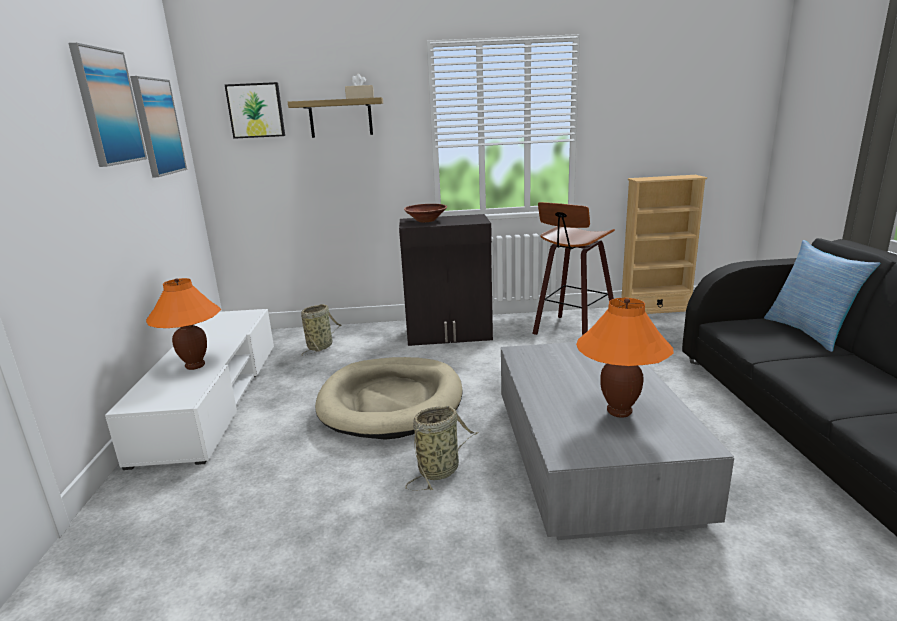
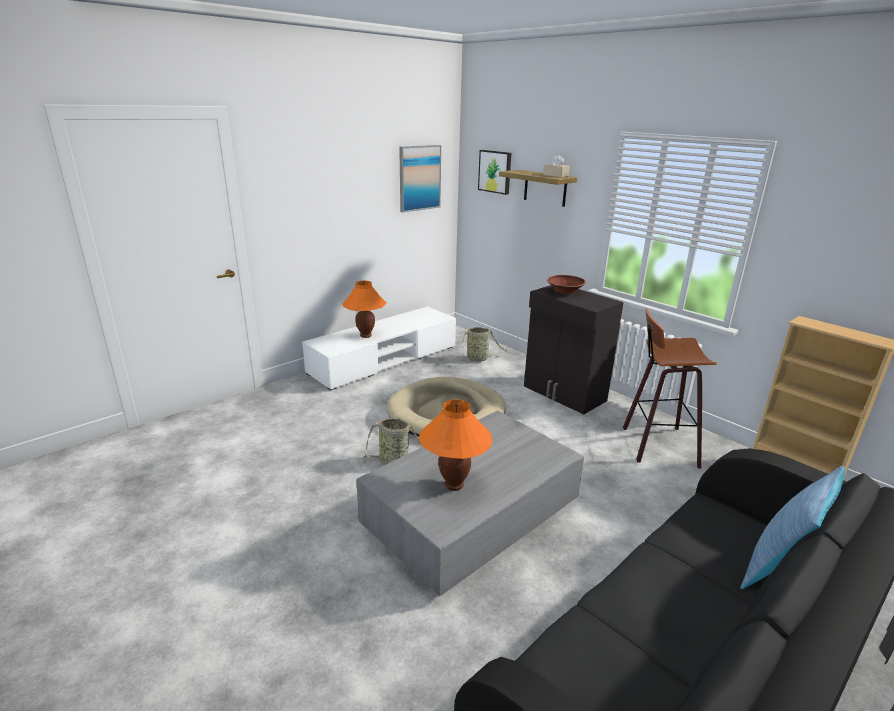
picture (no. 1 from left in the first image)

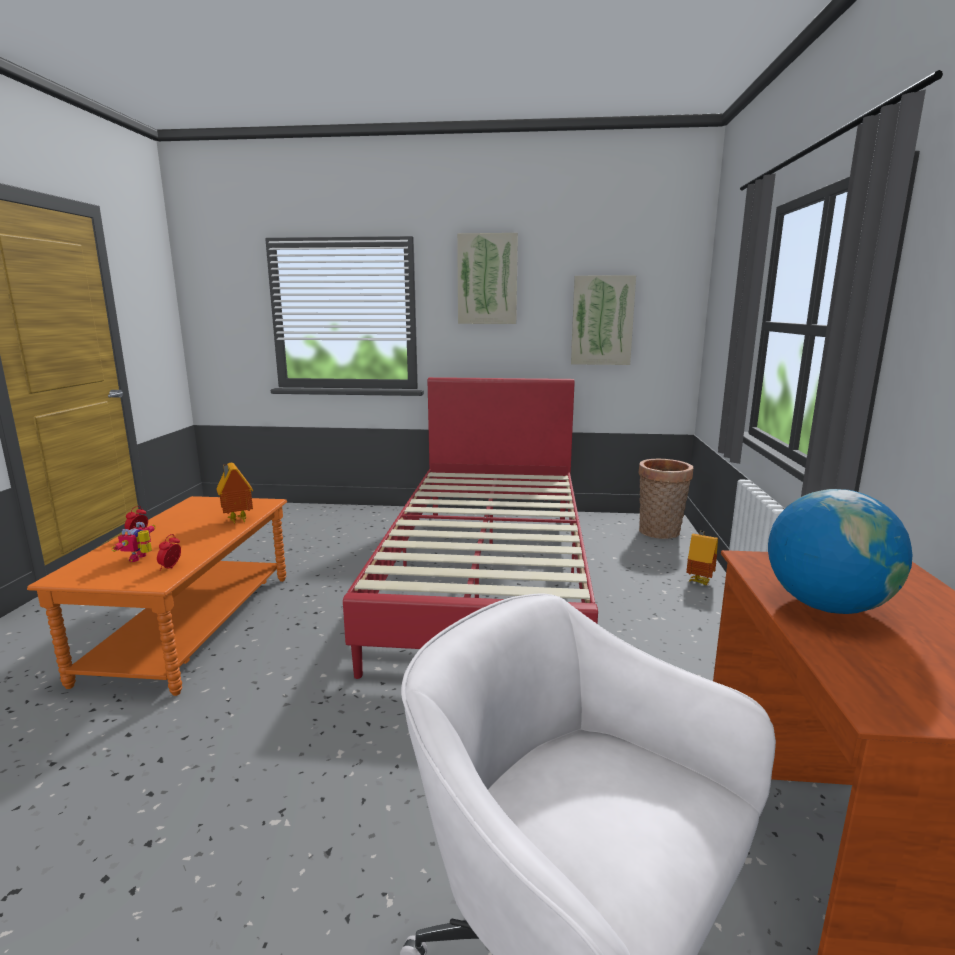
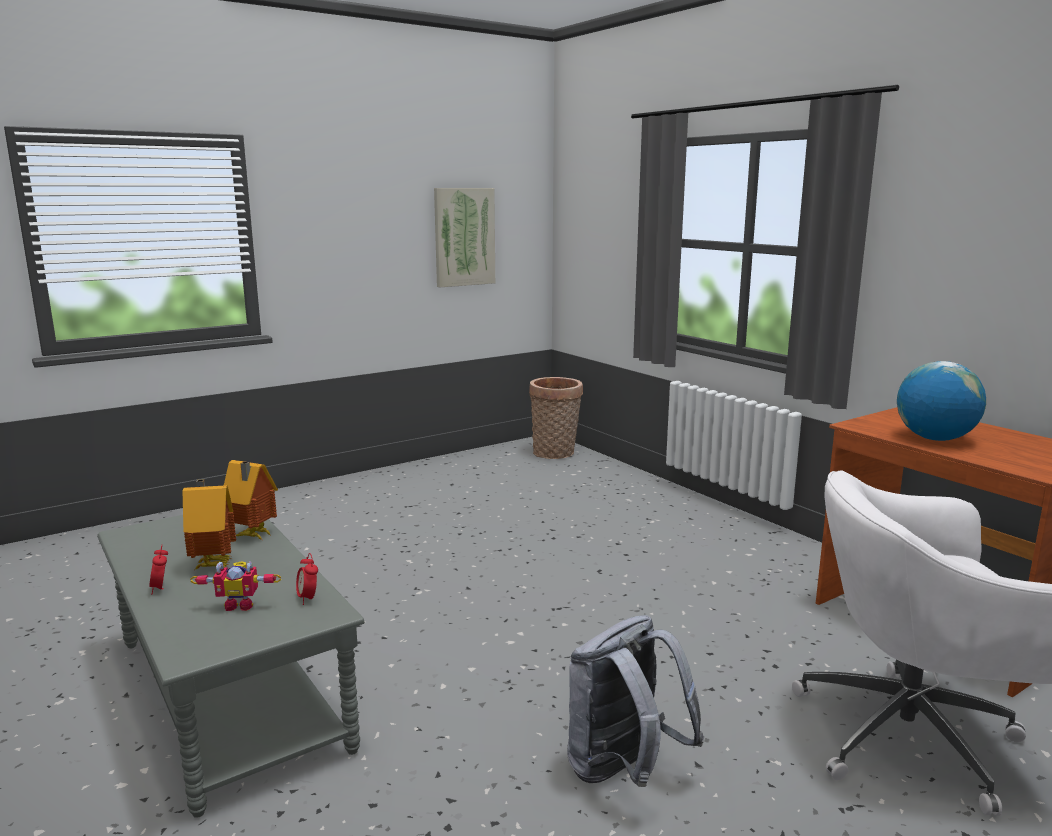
picture (no. 1 from left in the first image)
red bed
grey coffee table
toy robot
toy house (no. 1 from left)
grey backpack

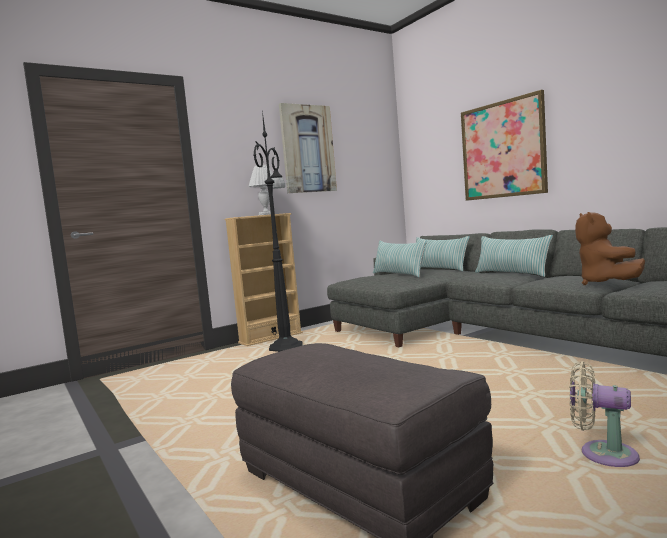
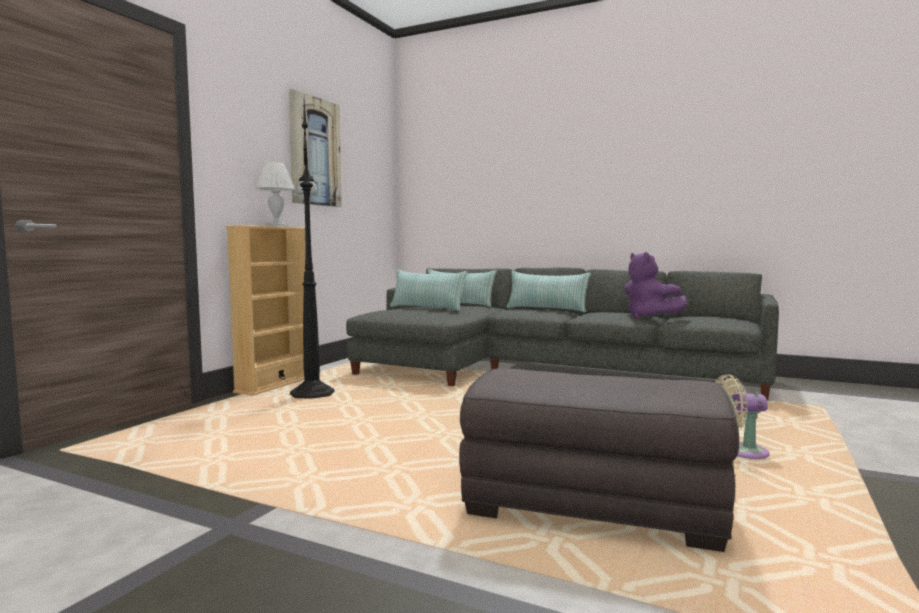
picture (no. 2 from left in the first image)
purple plush toy

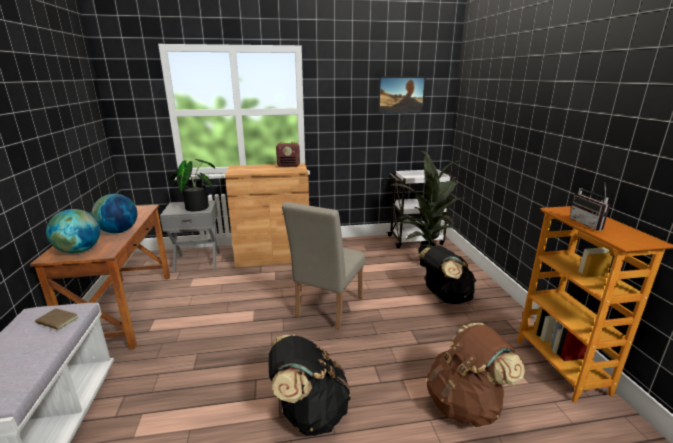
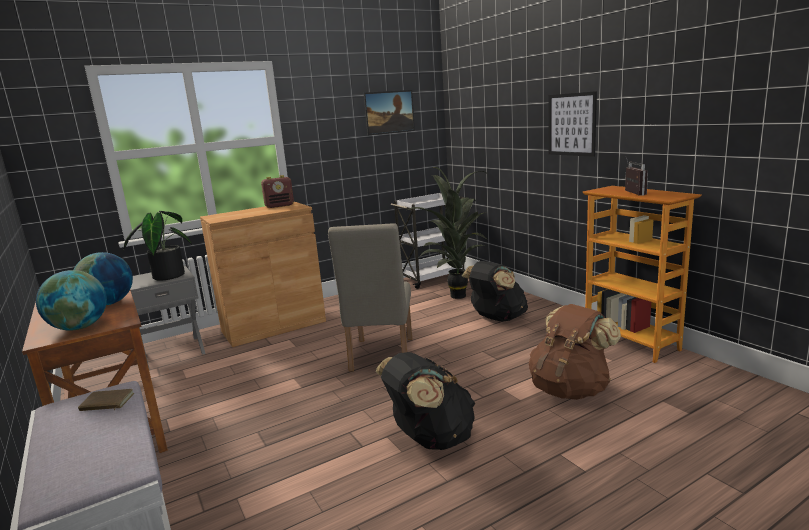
radio (no. 2 from left)
picture (no. 2 from left)

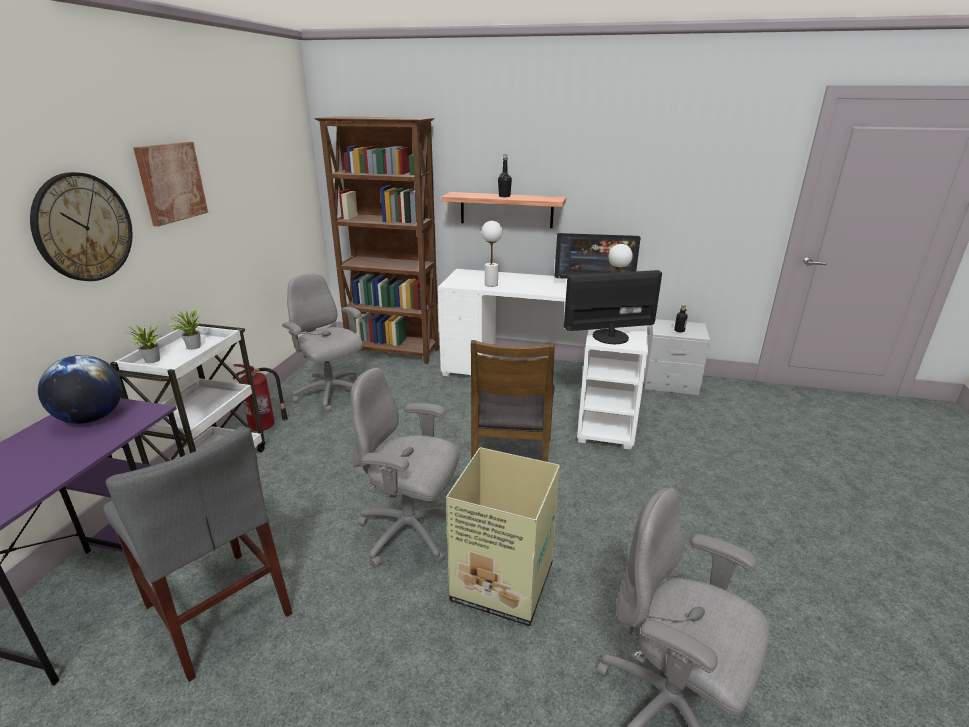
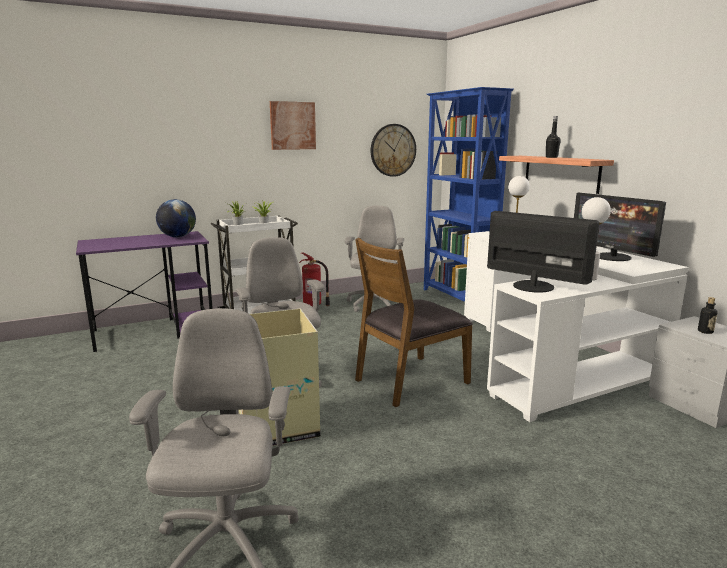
blue bookcase
wall clock
grey chair

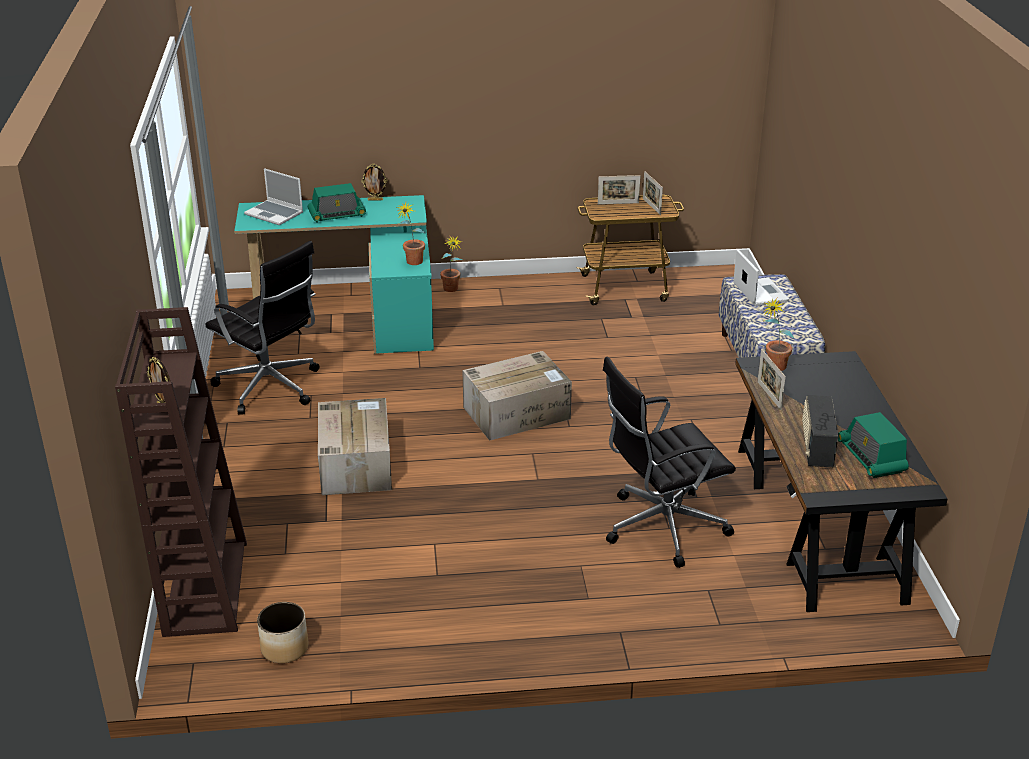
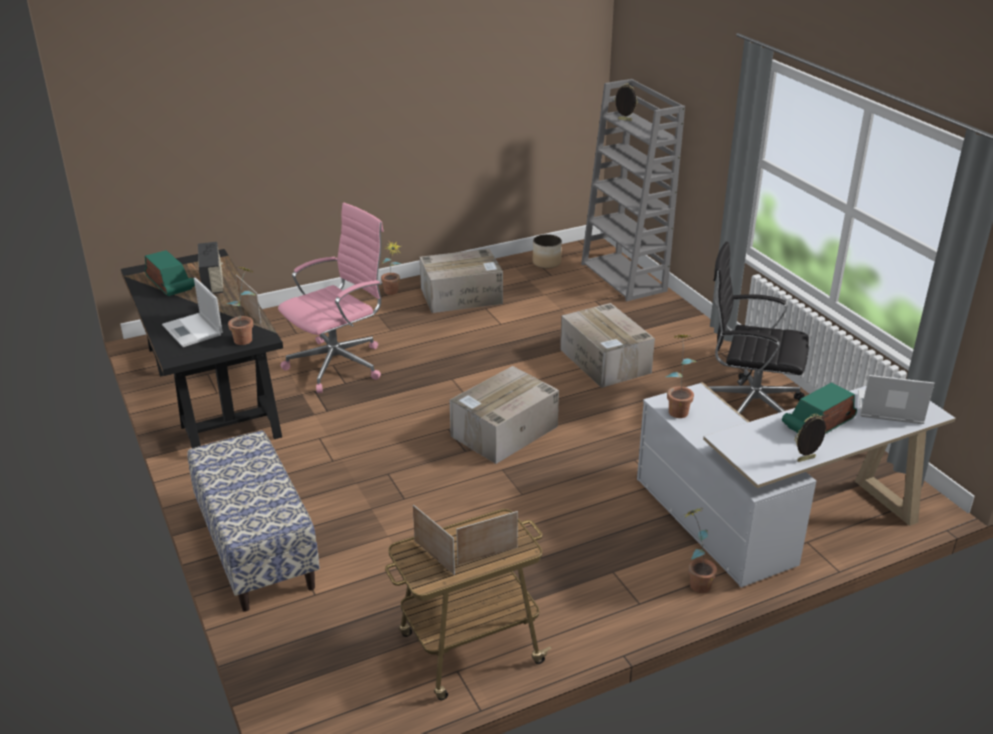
white desk
laptop (no. 1 from left)
grey bookcase
pink office chair
potted plant (no. 2 from left)
cardboard box (no. 1 from left)

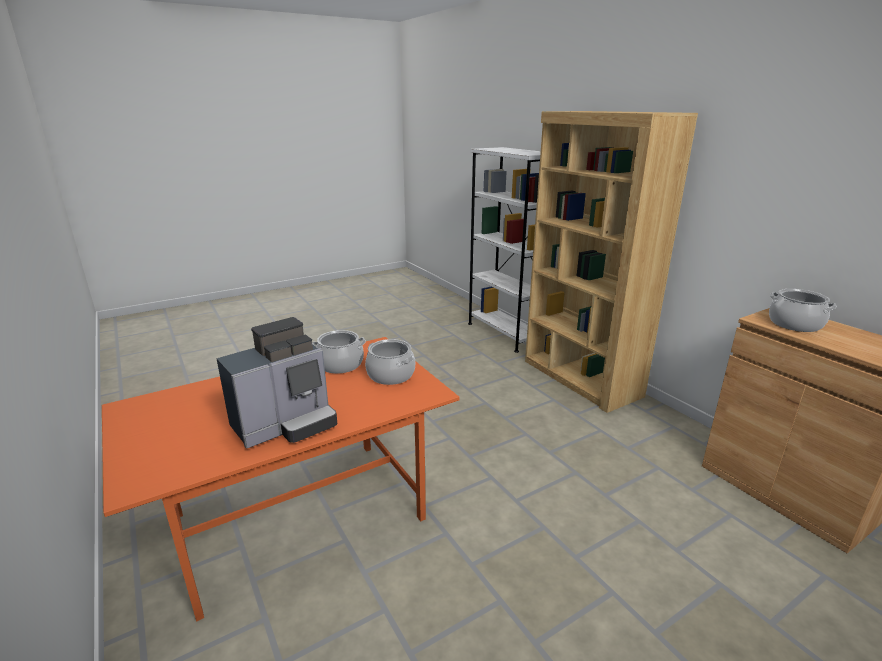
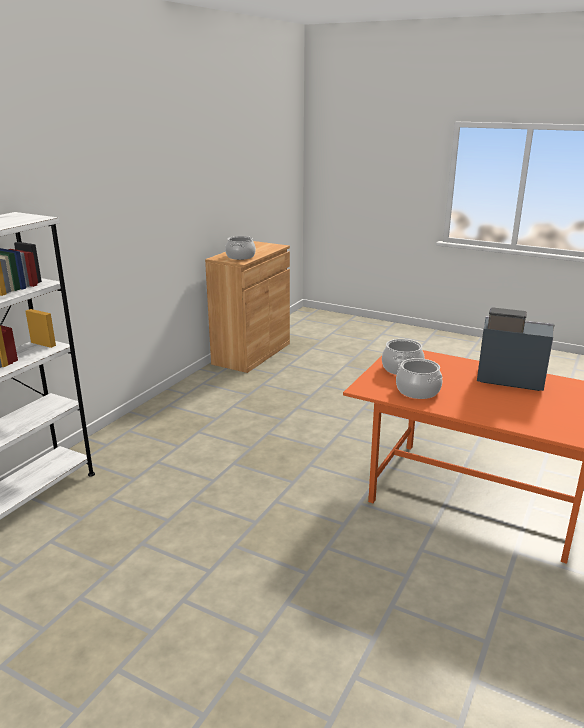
brown bookcase

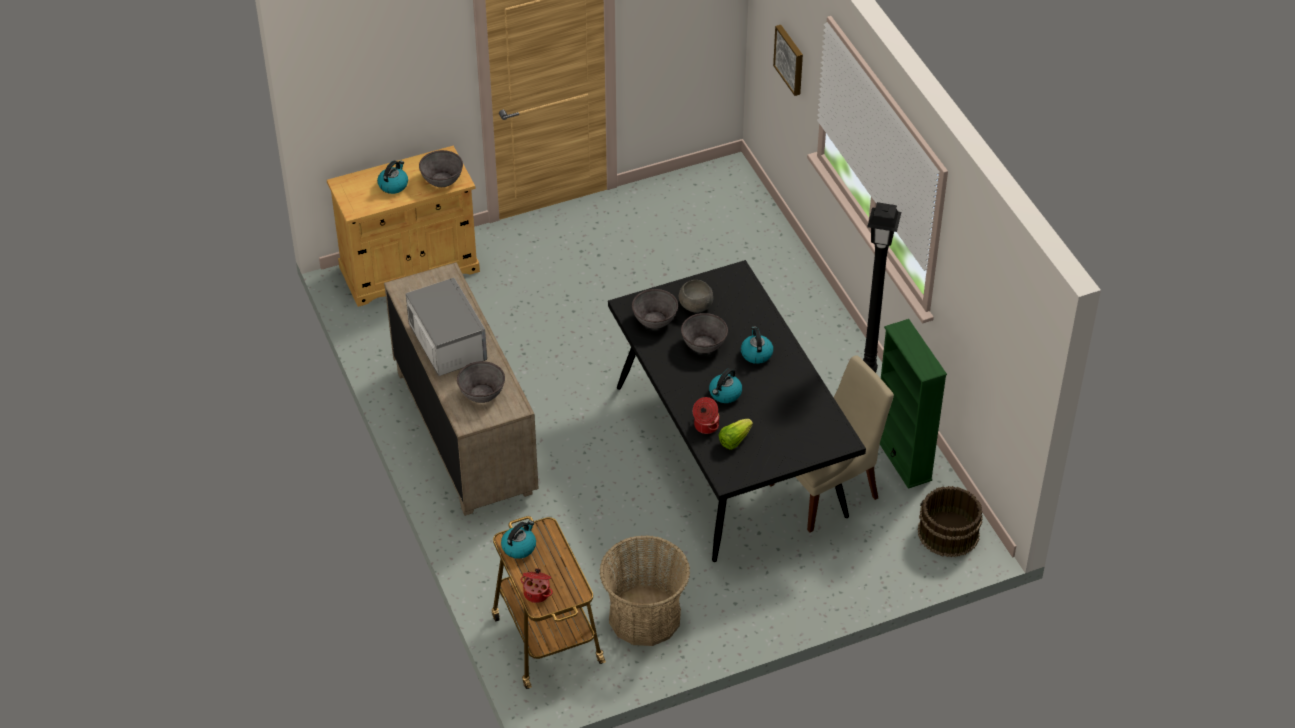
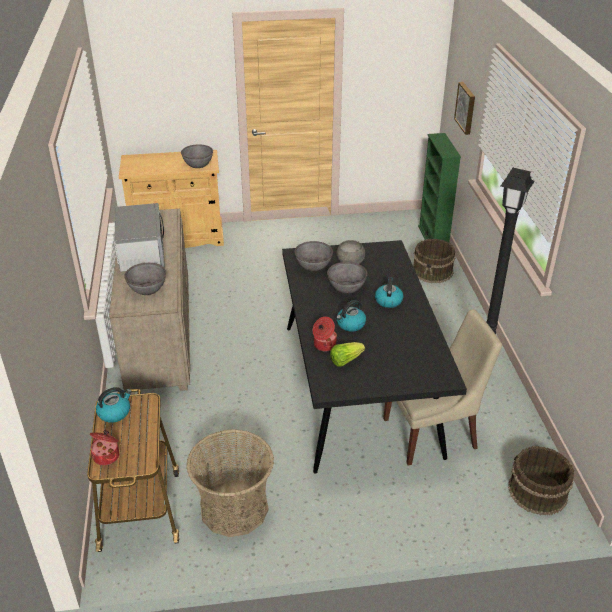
kettle (no. 1 from left in the first image)
green bookcase
brown bucket (no. 1 from left)

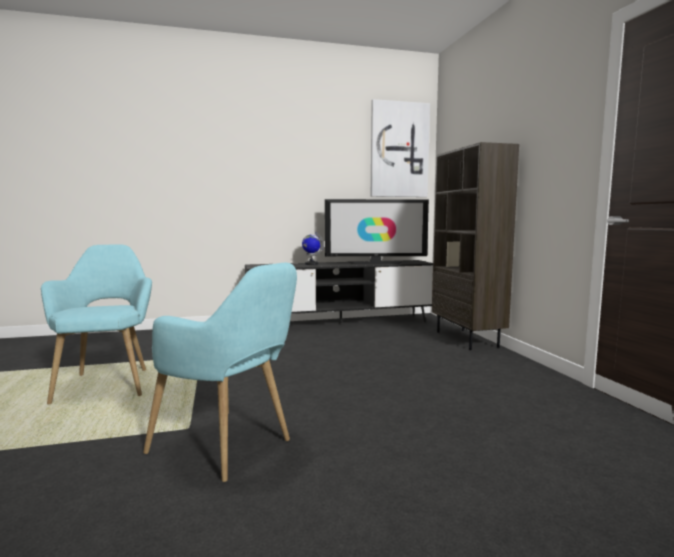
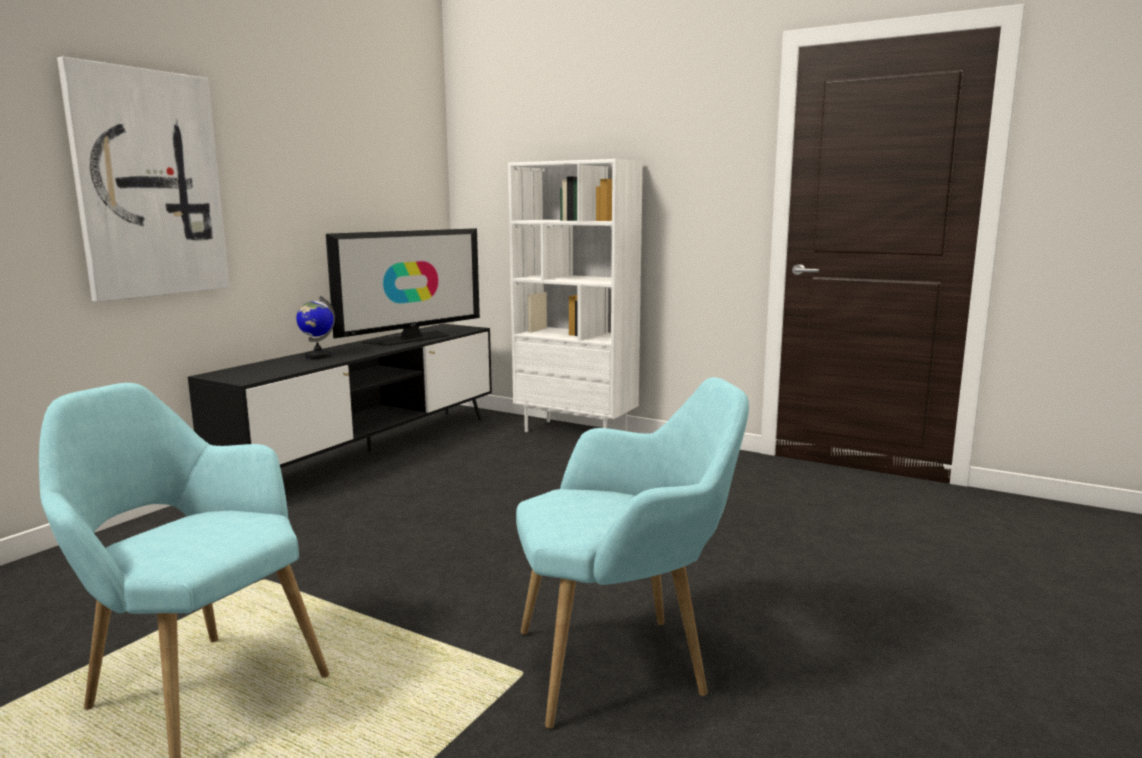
picture
white bookcase

